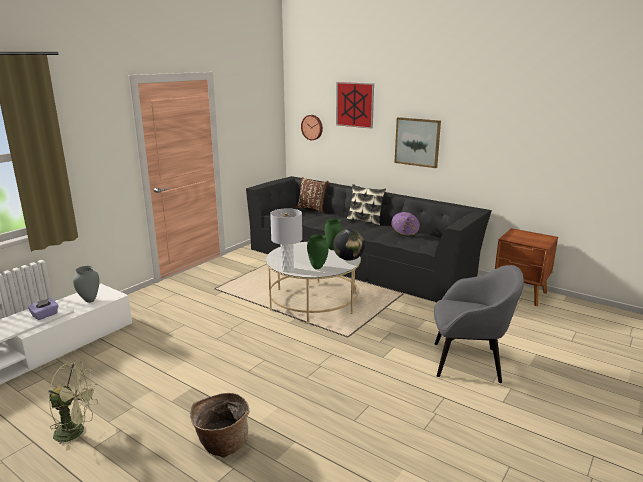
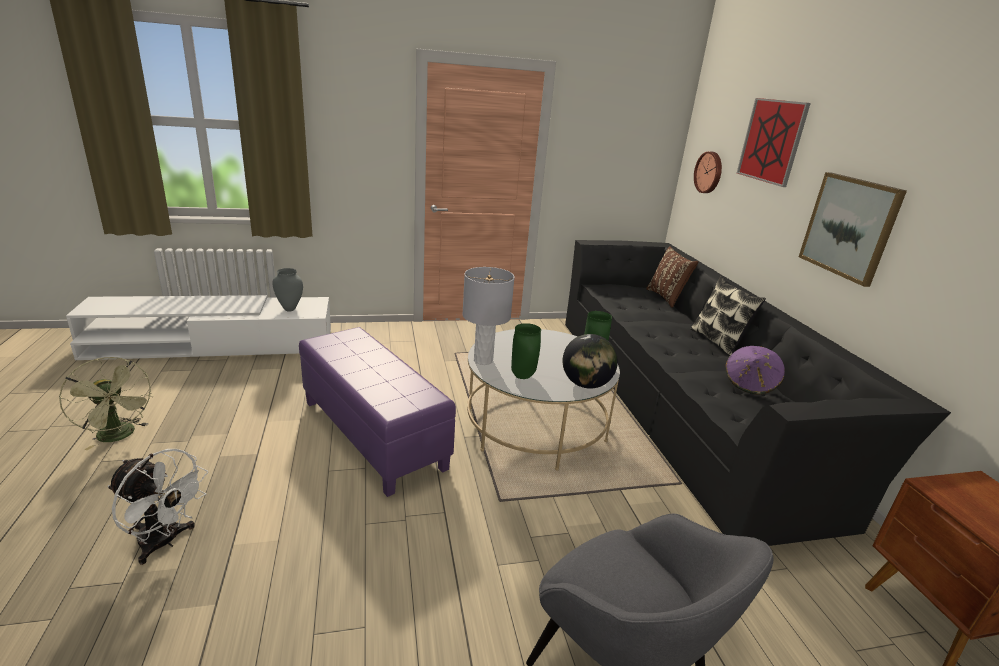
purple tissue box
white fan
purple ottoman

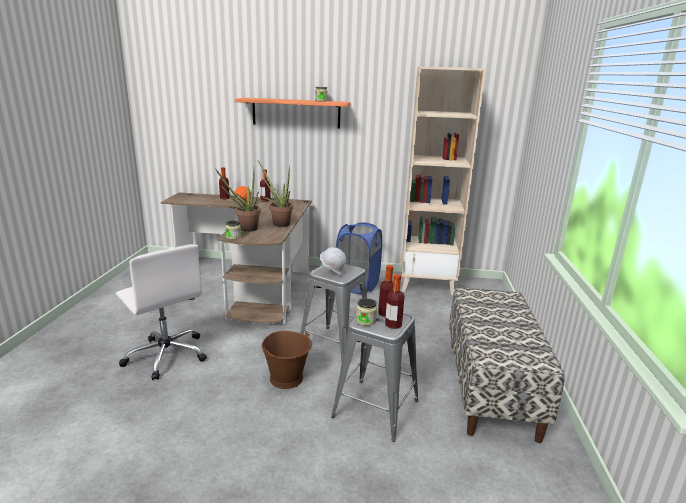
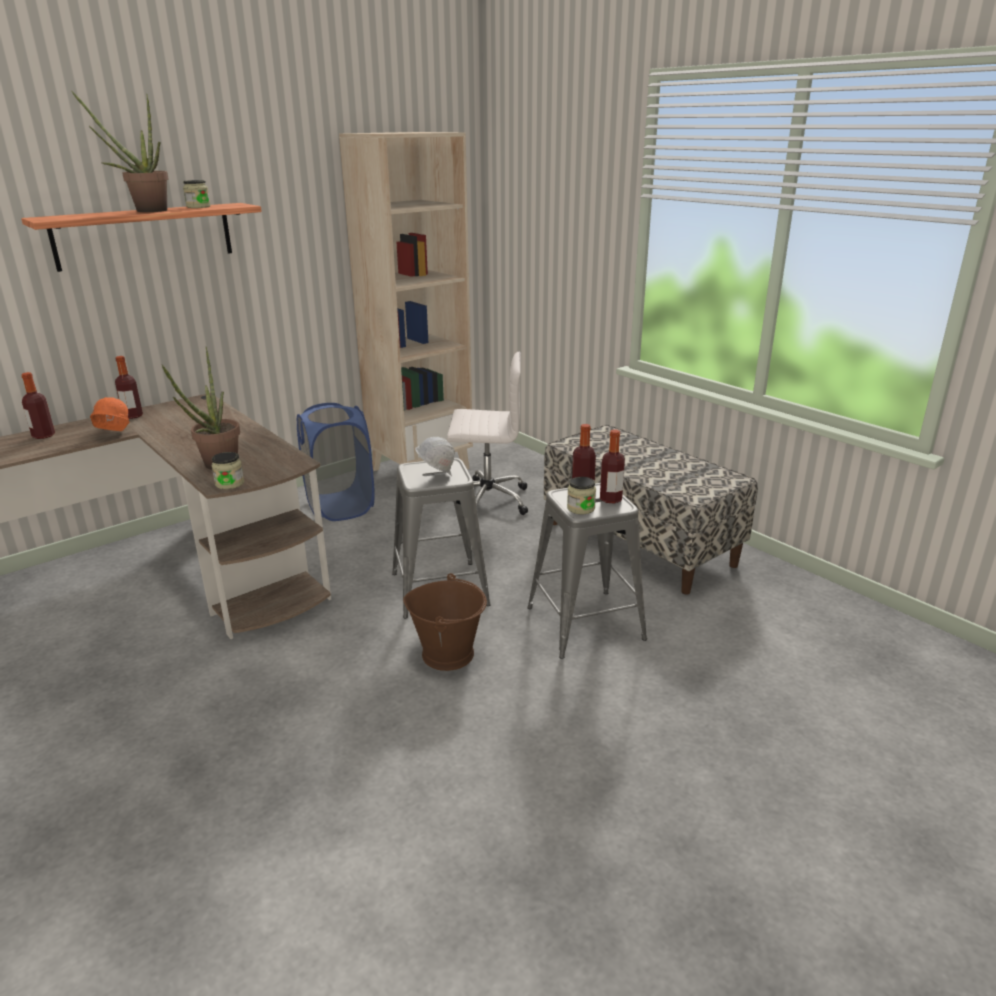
potted plant (no. 1 from left)
white office chair

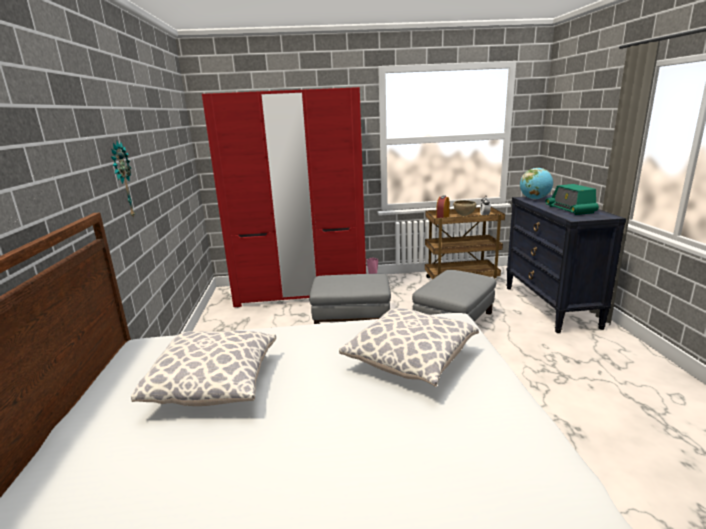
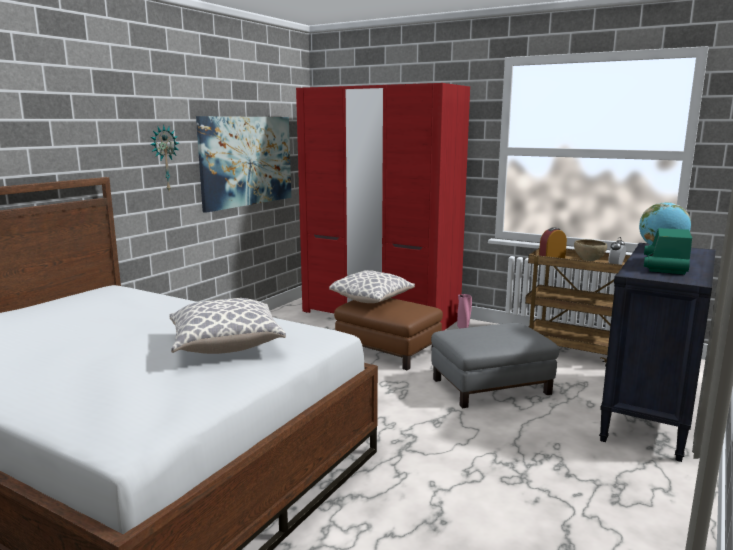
brown ottoman
pillow (no. 2 from left)
picture

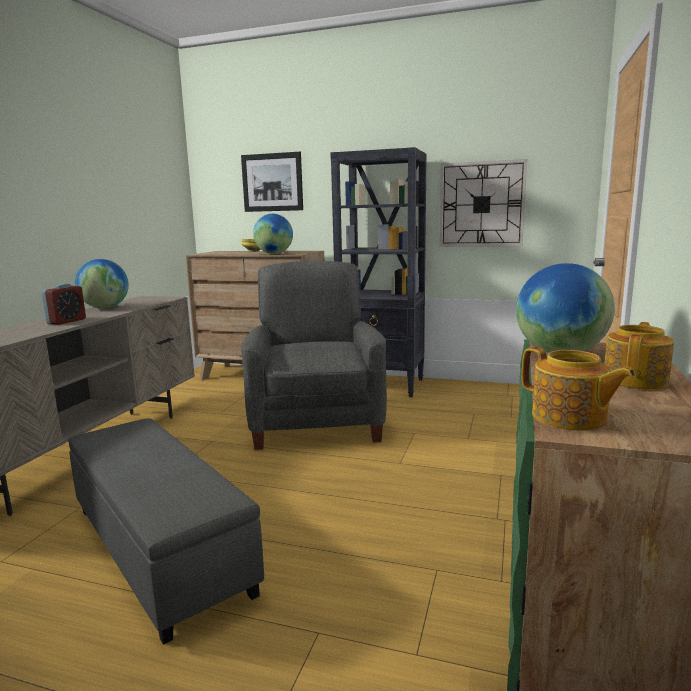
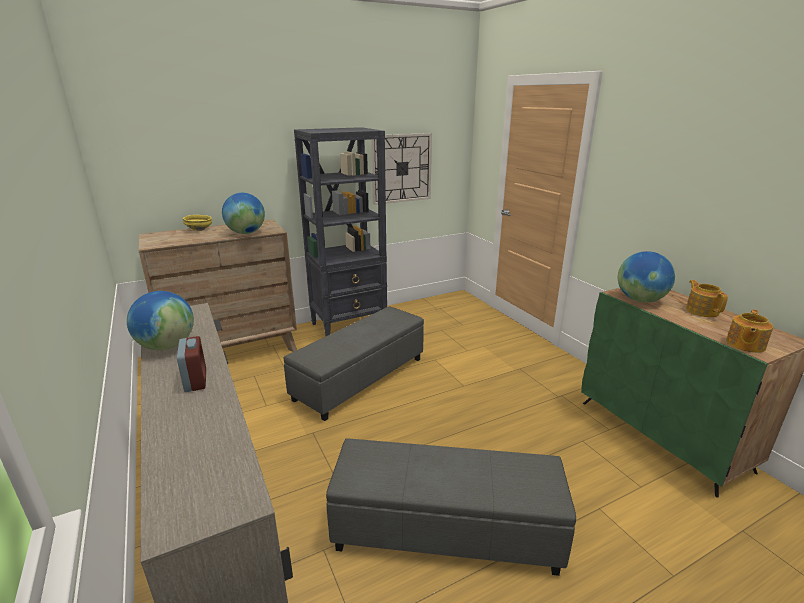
picture
grey ottoman (no. 1 from left)
teapot (no. 2 from left)

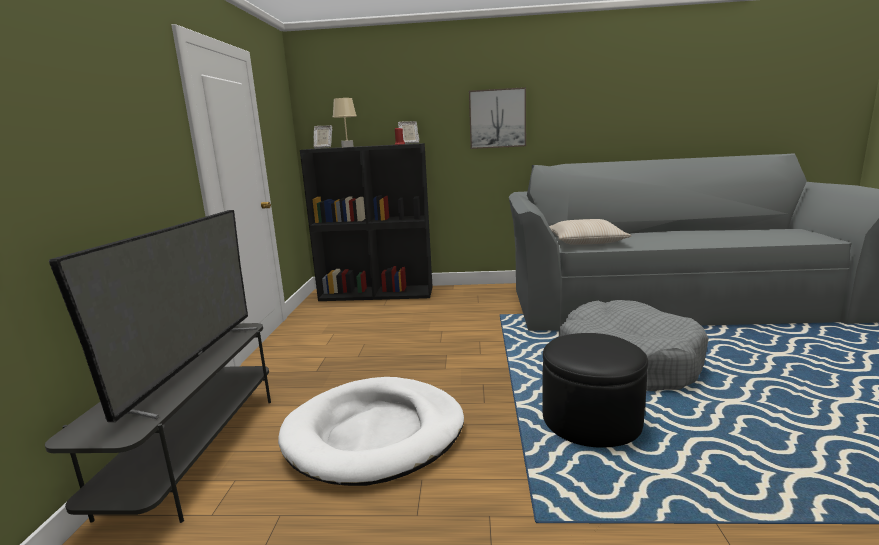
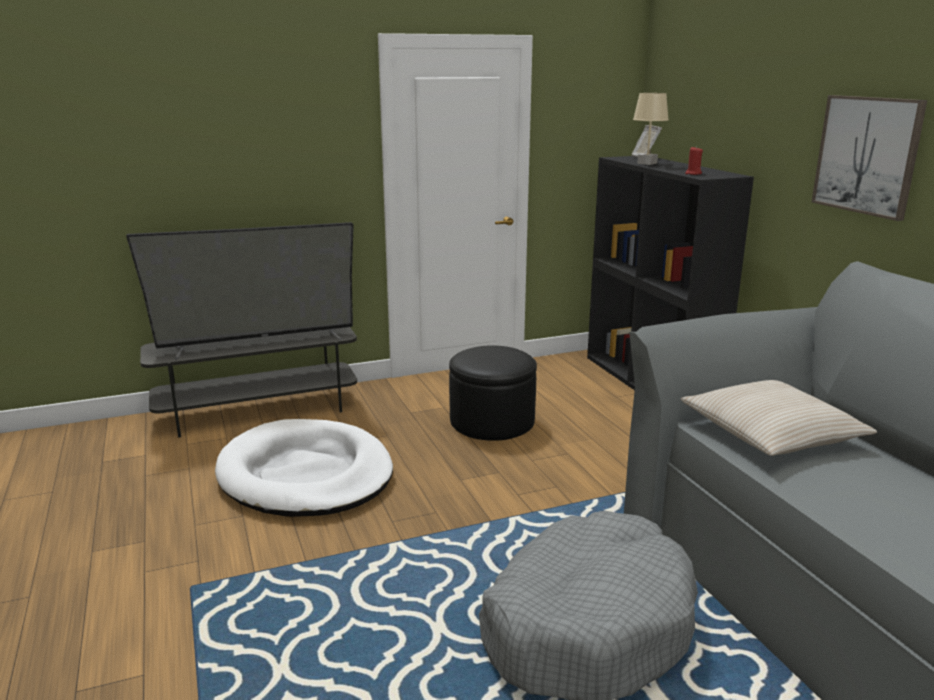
picture frame (no. 2 from left in the first image)
black ottoman

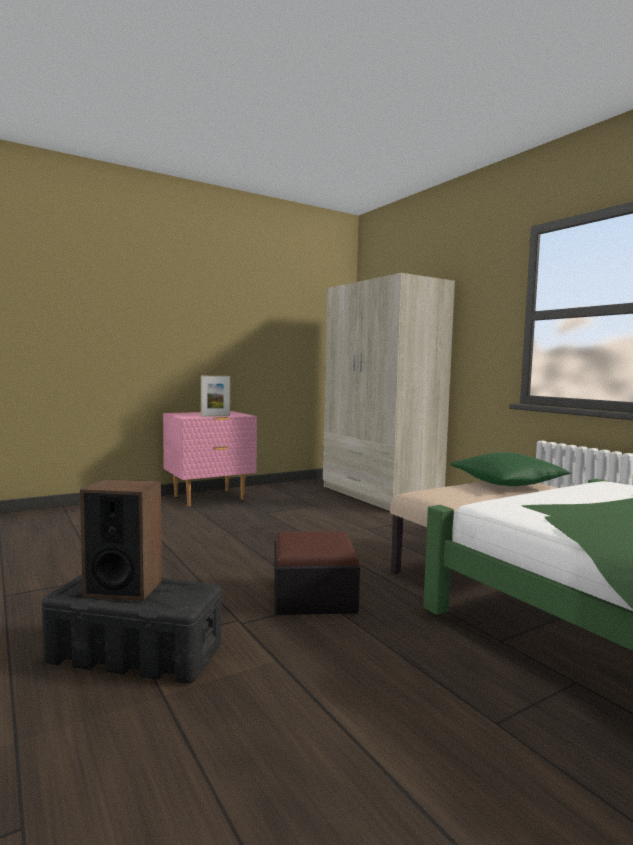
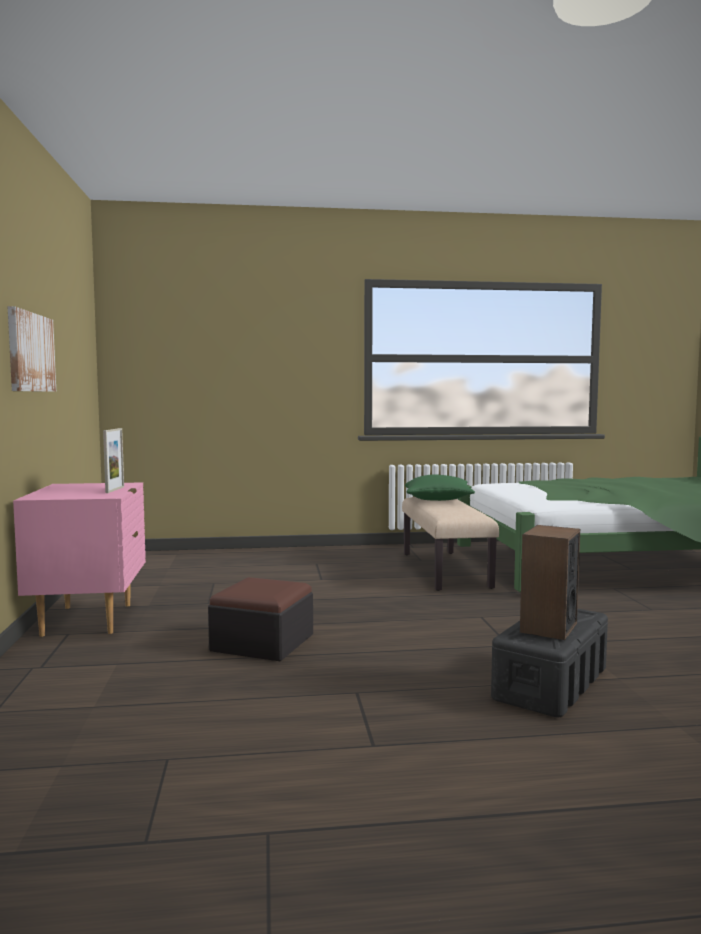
beige wardrobe
ottoman
picture

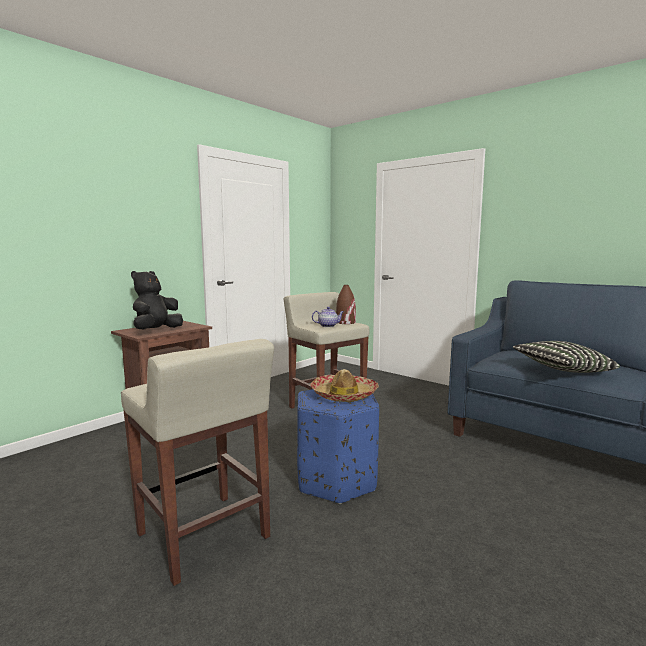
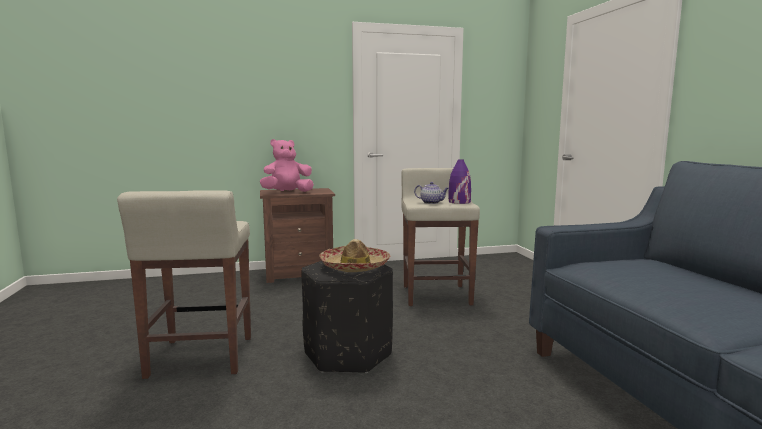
pink plush toy
purple vase
pillow
black ottoman

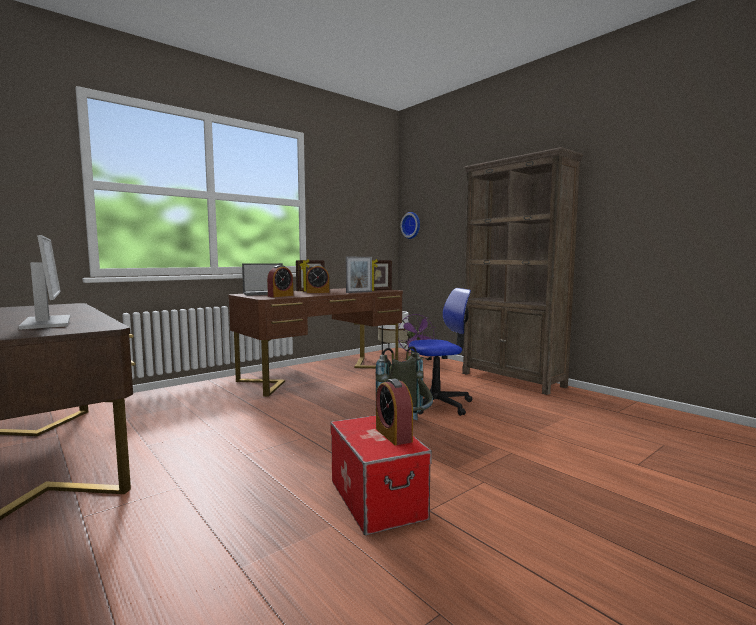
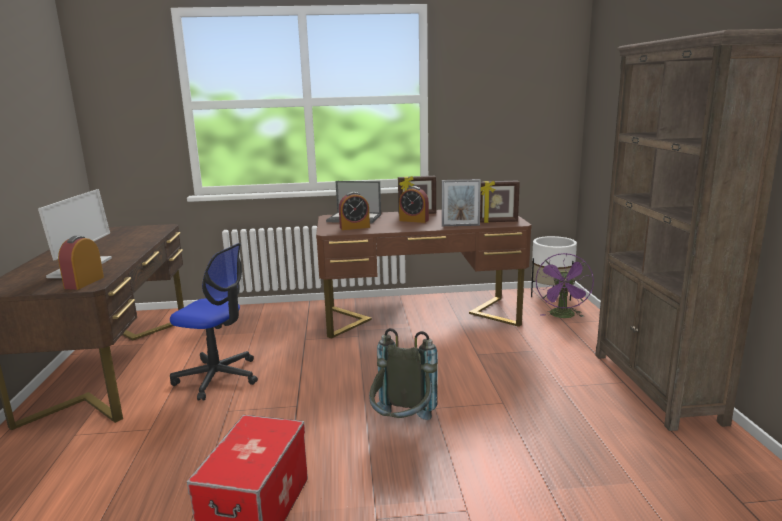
wall clock
office chair
alarm clock (no. 1 from left)

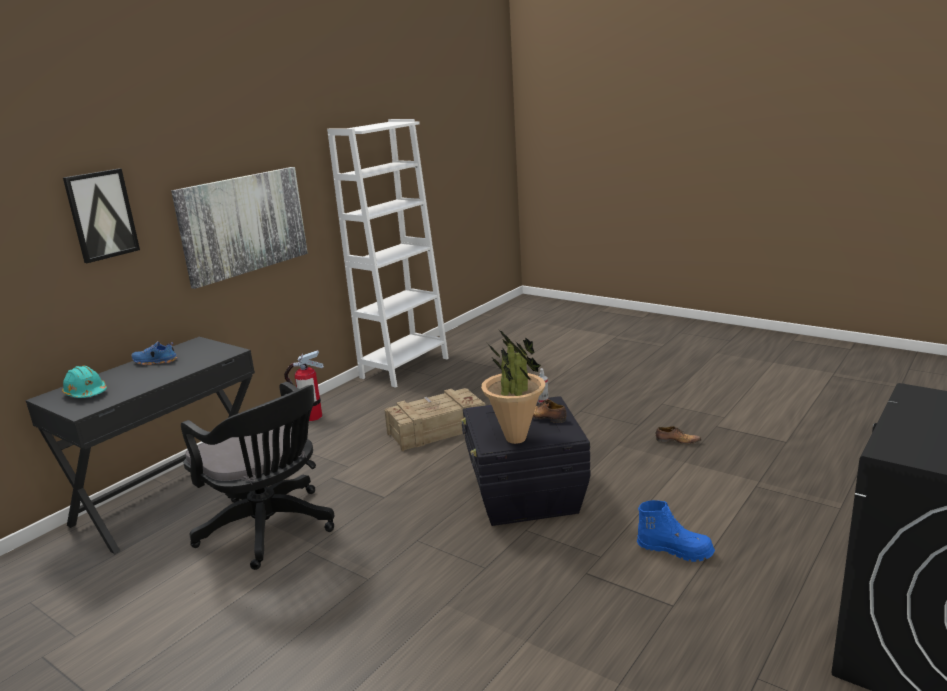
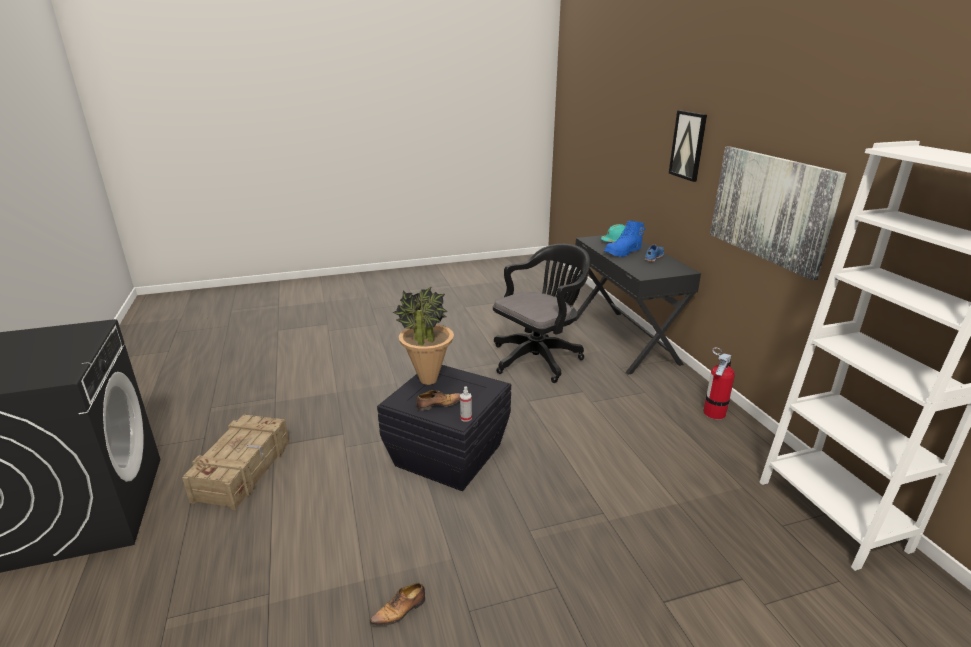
black office chair
crate
blue boot

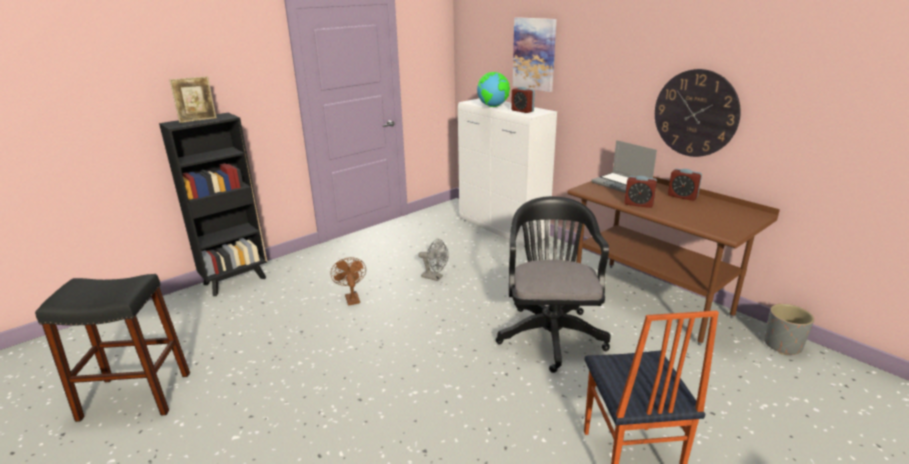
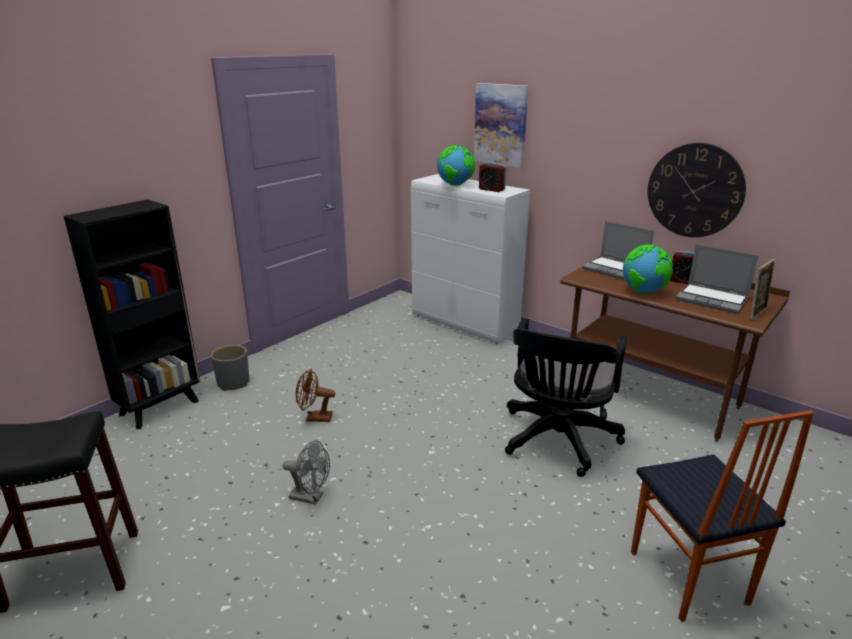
picture frame
globe (no. 2 from left)
black office chair
grey fan
brown fan
grey planter
laptop (no. 2 from left)

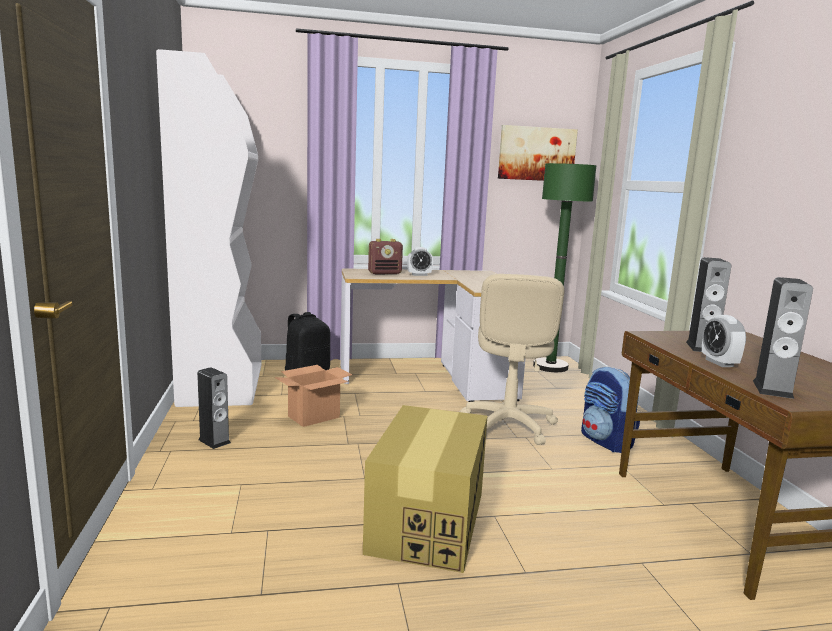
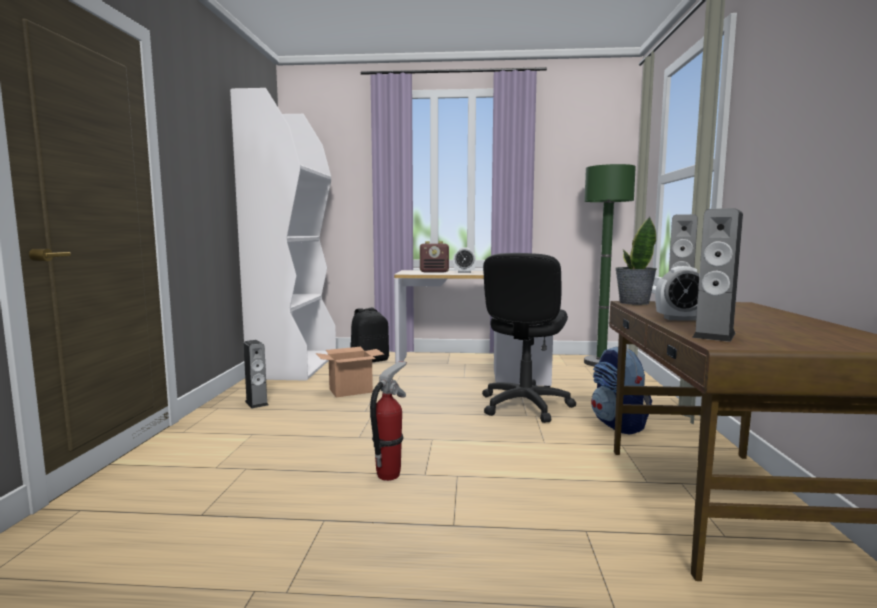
picture
black office chair
alarm clock (no. 2 from left)
fire extinguisher
potted plant

